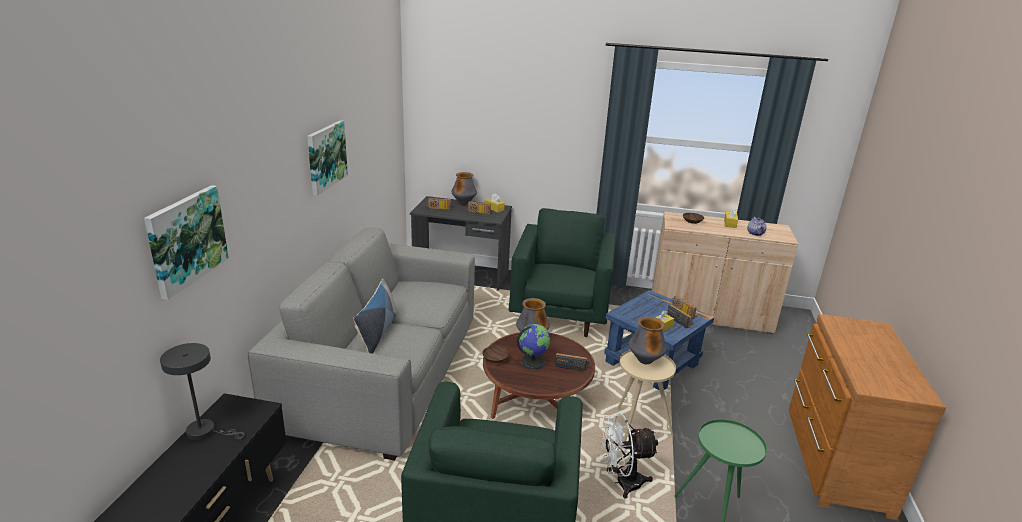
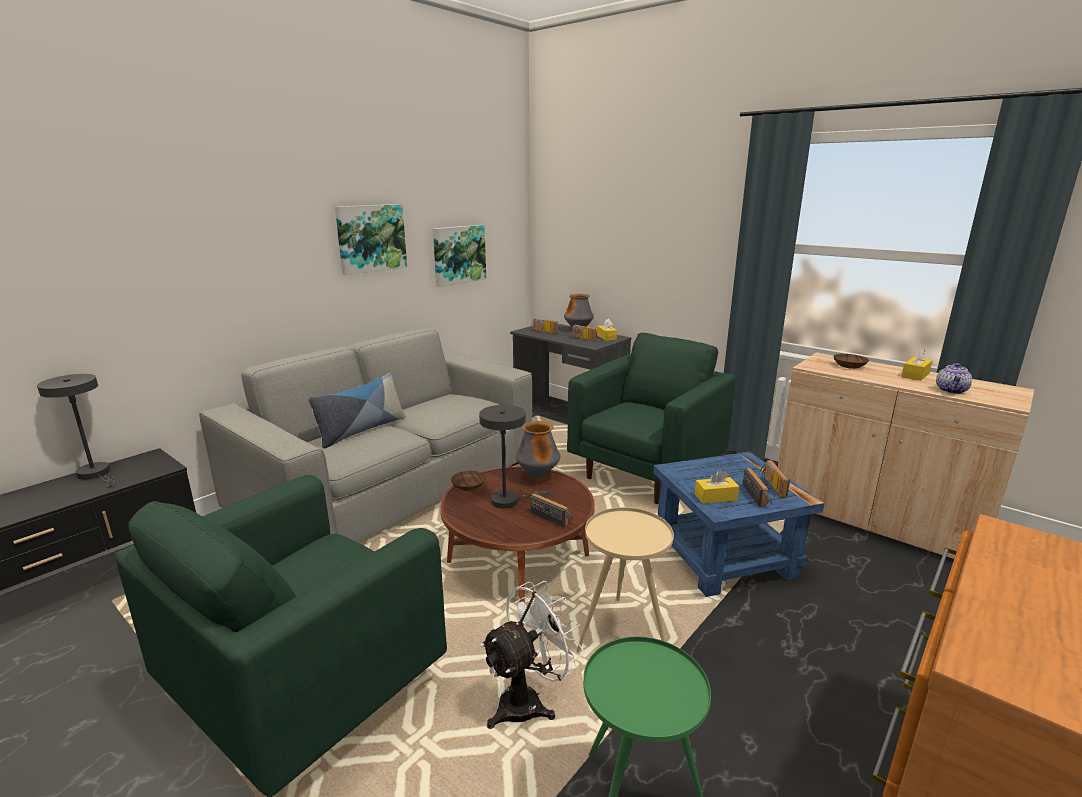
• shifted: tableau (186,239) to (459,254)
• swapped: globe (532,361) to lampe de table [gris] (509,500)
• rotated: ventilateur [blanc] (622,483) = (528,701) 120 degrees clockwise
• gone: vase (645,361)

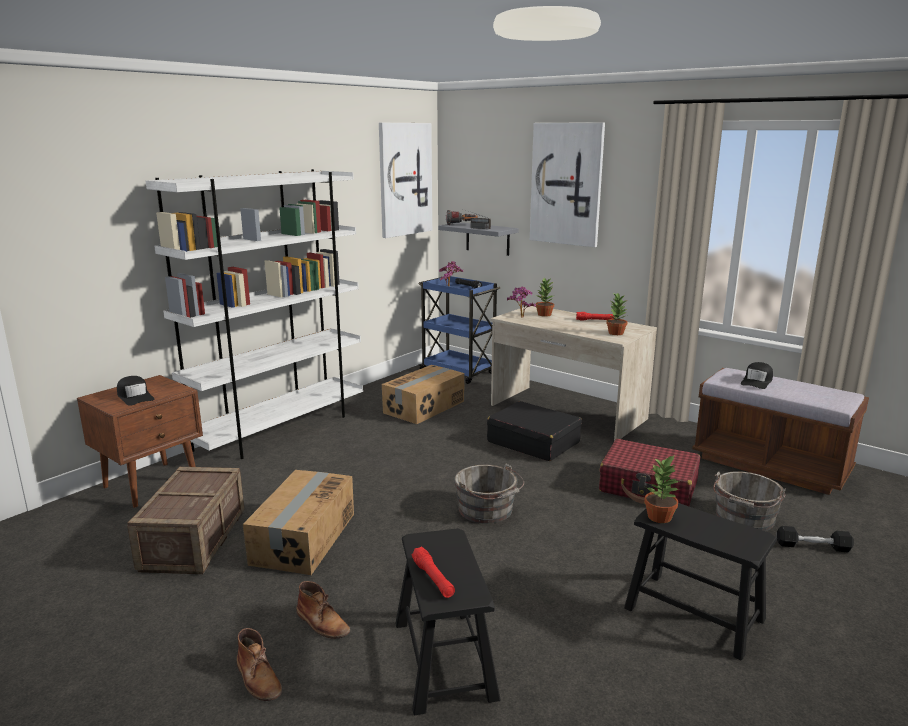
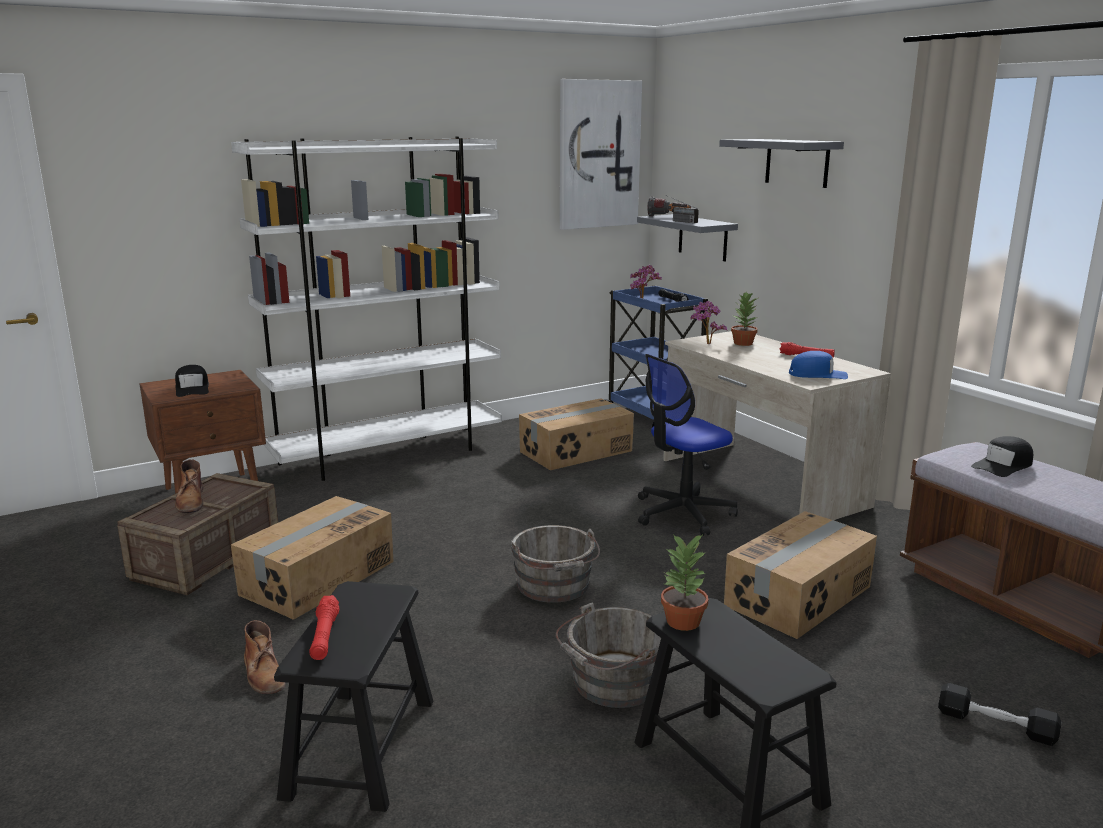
• shifted: botte [marron] (258,678) to (191,501)
• swapped: valise [noir] (533,442) to chaise de bureau (682,513)
• swapped: tableau (566,184) to étagère [gris] (797,162)
• swapped: valise [rouge] (648,487) to carton (799,596)
• swapped: plante en pot (615,333) to casquette [bleu] (817,375)
• shifted: seau [gris] (744,519) to (612,683)

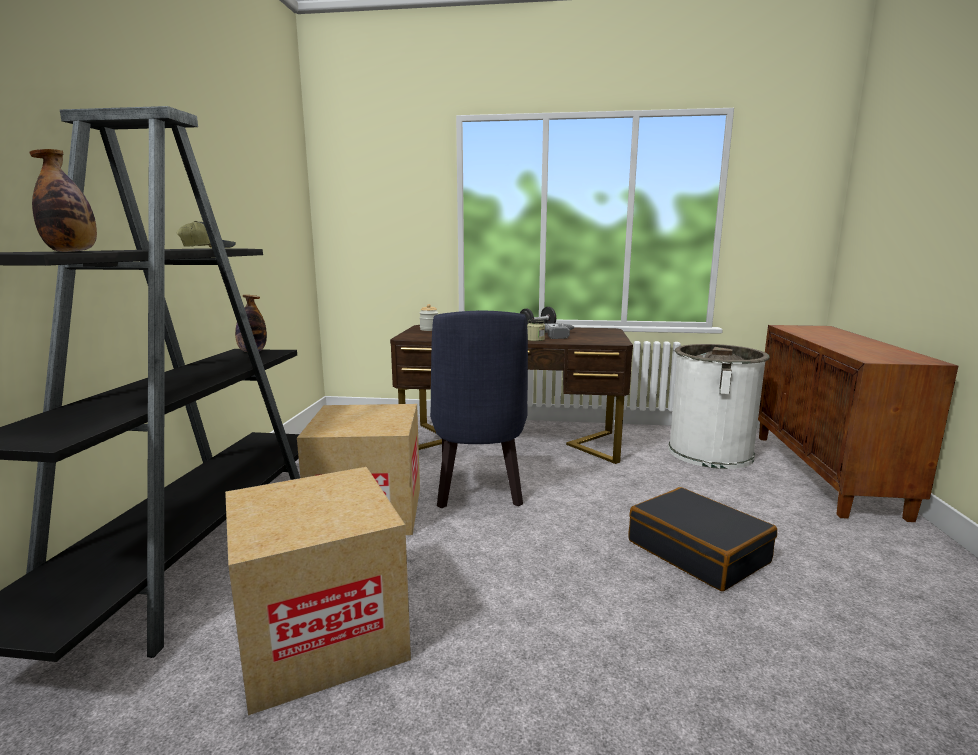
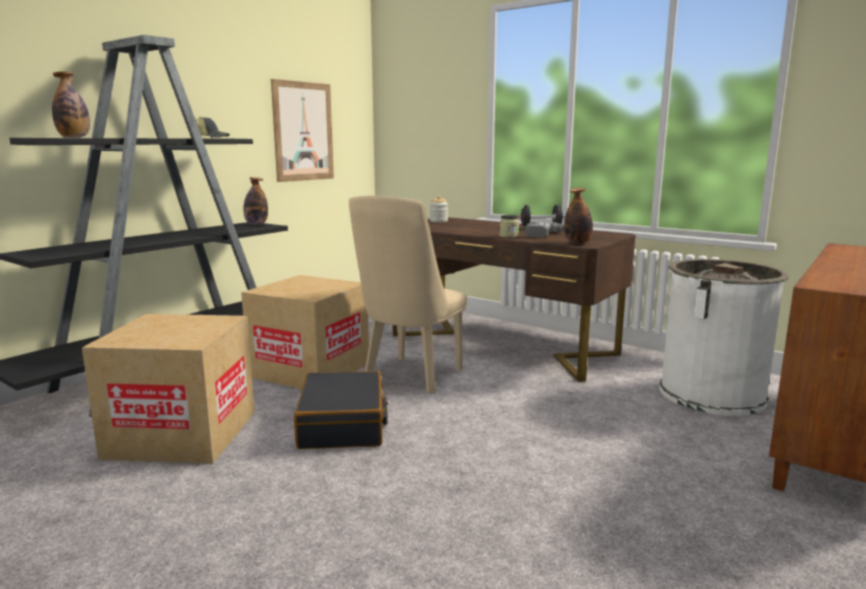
• repainted: chaise [bleu] (479,494) to chaise [beige] (410,377)
• shifted: valise [noir] (698,551) to (343,425)
• new: tableau (303,131)
• new: bouteille (577,243)

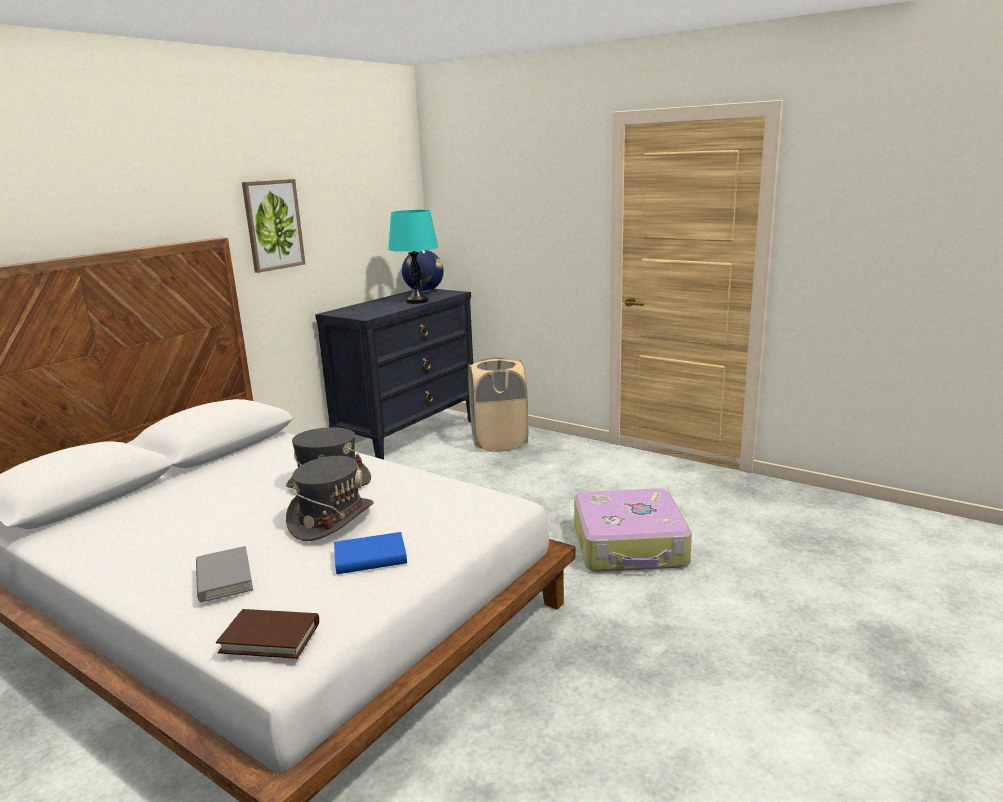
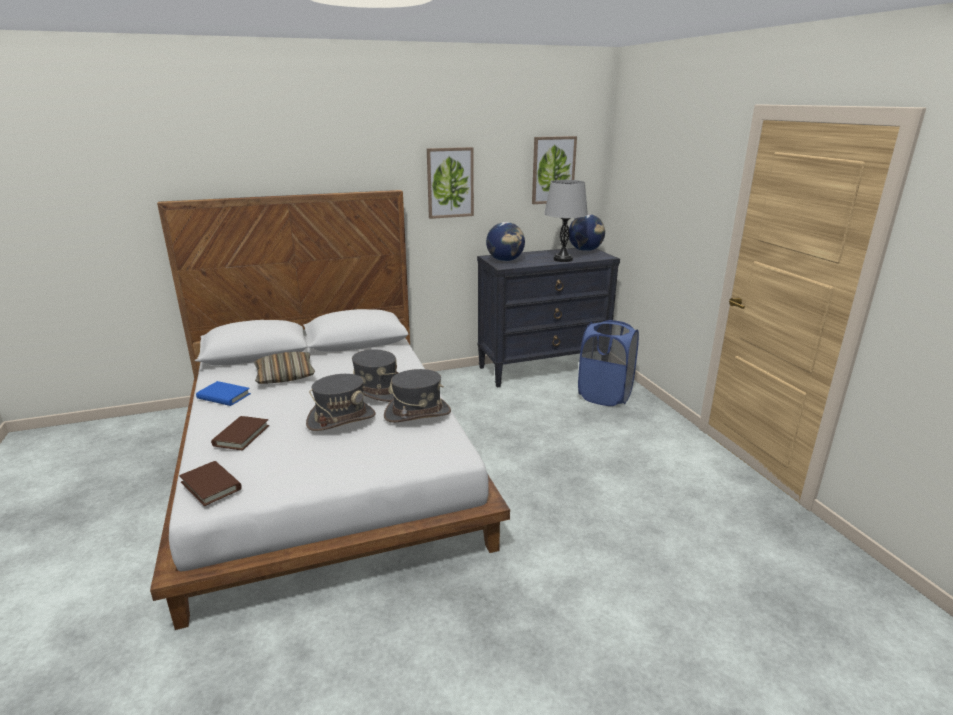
• repainted: livre [gris] (224,578) to livre [marron] (241,435)
• shifted: livre [bleu] (370,557) to (224,396)
• repainted: lampe de table [turquoise] (417,301) to lampe de table [gris] (563,259)
• repainted: panier à linge [beige] (499,442) to panier à linge [bleu] (605,395)
• gone: valise (630,546)
• new: coussin (285,376)
• new: chapeau [gris] (417,413)
• new: globe (505,260)
• new: tableau (553,170)

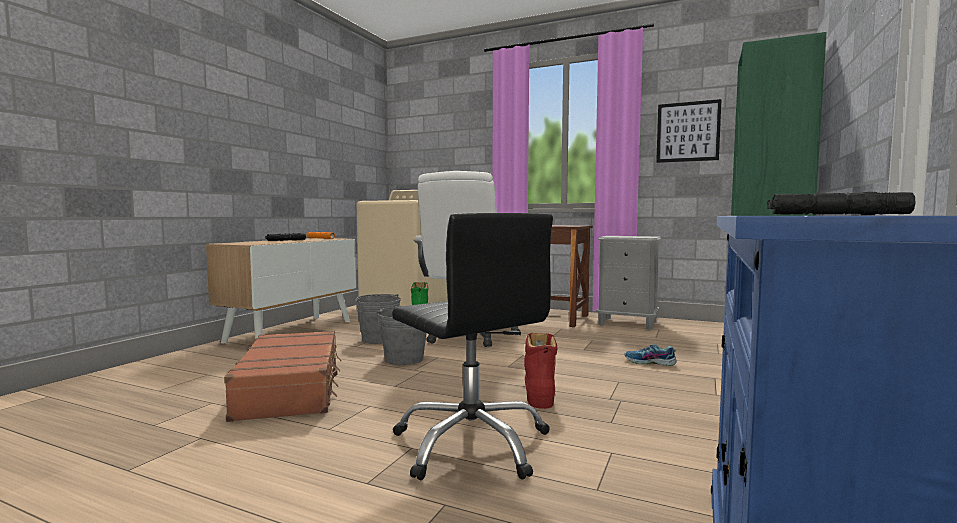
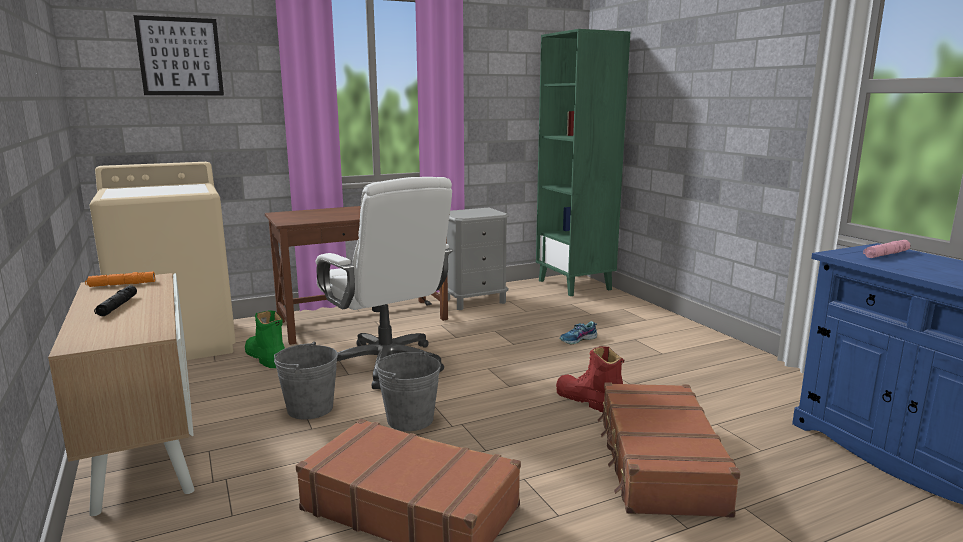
• swapped: chaise de bureau [noir] (472,444) to valise [marron] (658,463)
• shifted: tableau (688,132) to (180,56)
• repainted: lampe de poche [noir] (836,215) to lampe de poche [rose] (886,254)

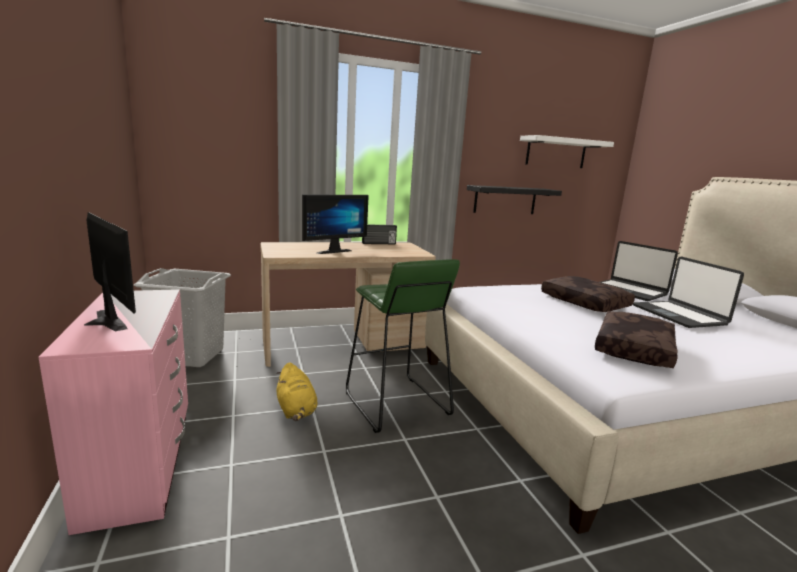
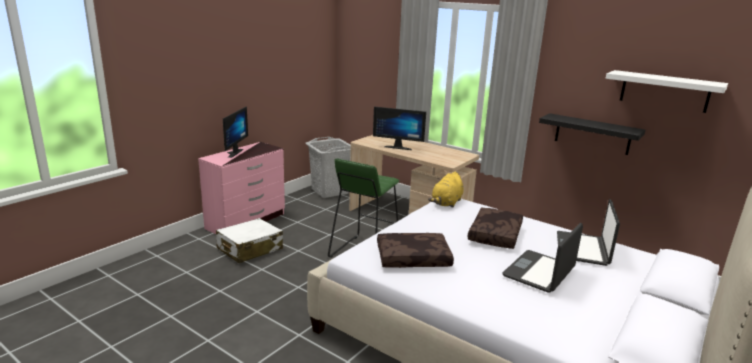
• shifted: peluche [jaune] (296,410) to (446,203)
• gone: radio (379,243)
• new: valise [blanc] (249,249)

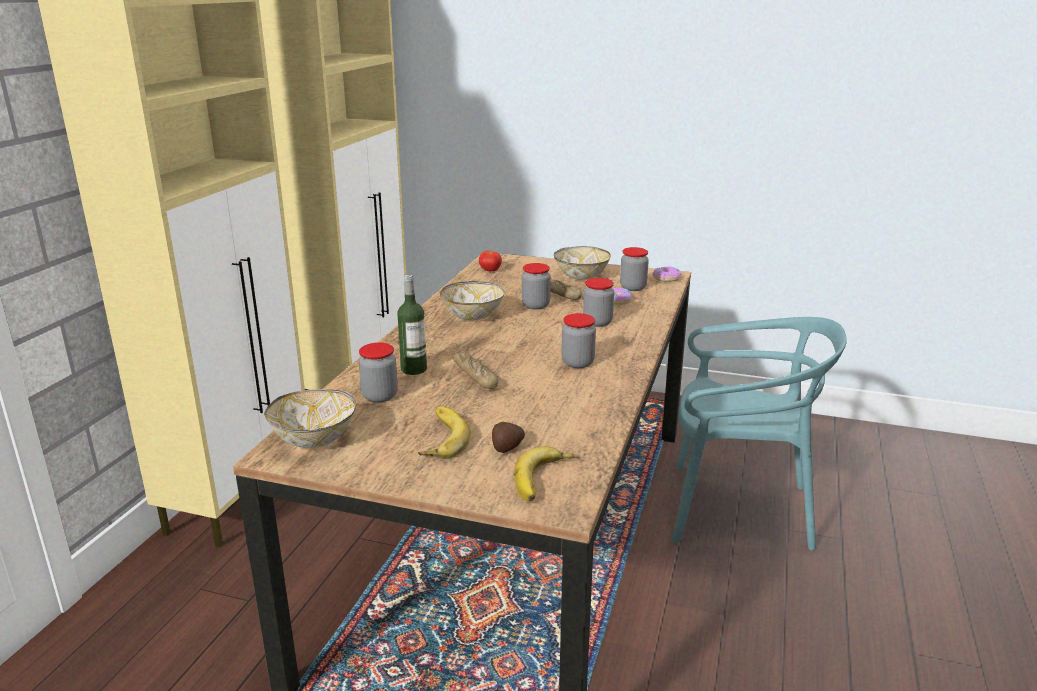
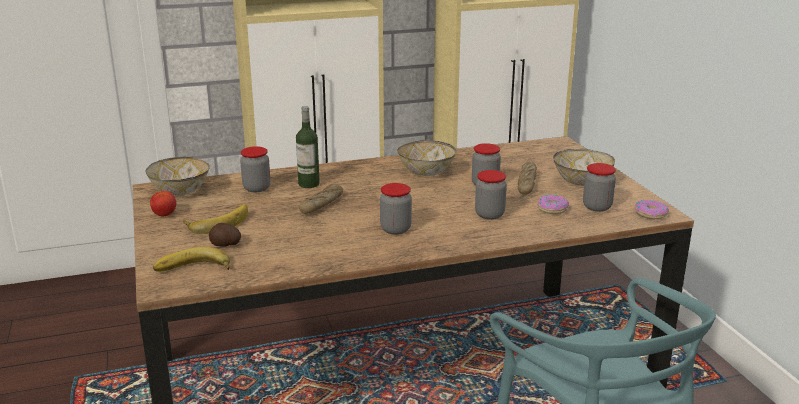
• shifted: tomate (490,270) to (164,214)

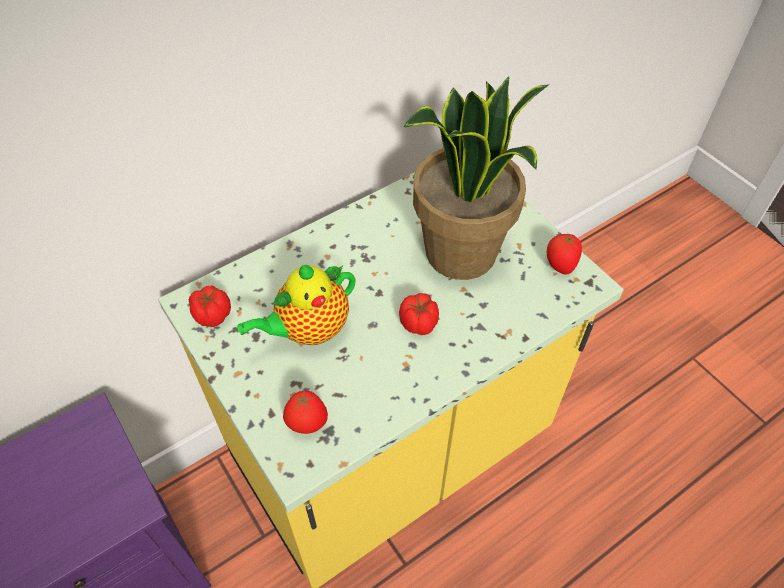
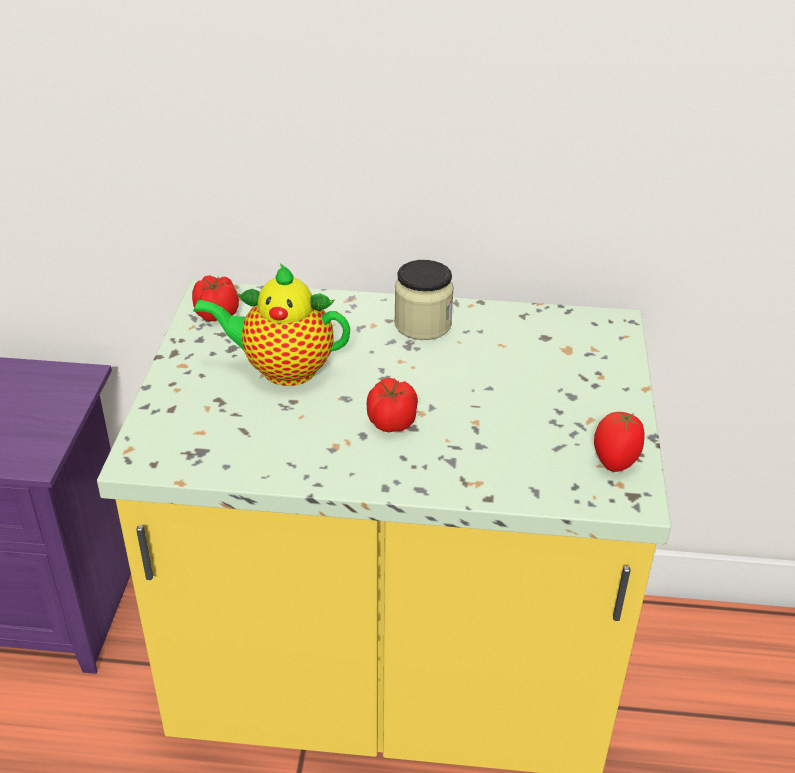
• gone: tomate (307,424)
• gone: plante en pot (461,254)
• new: bocal (422,324)

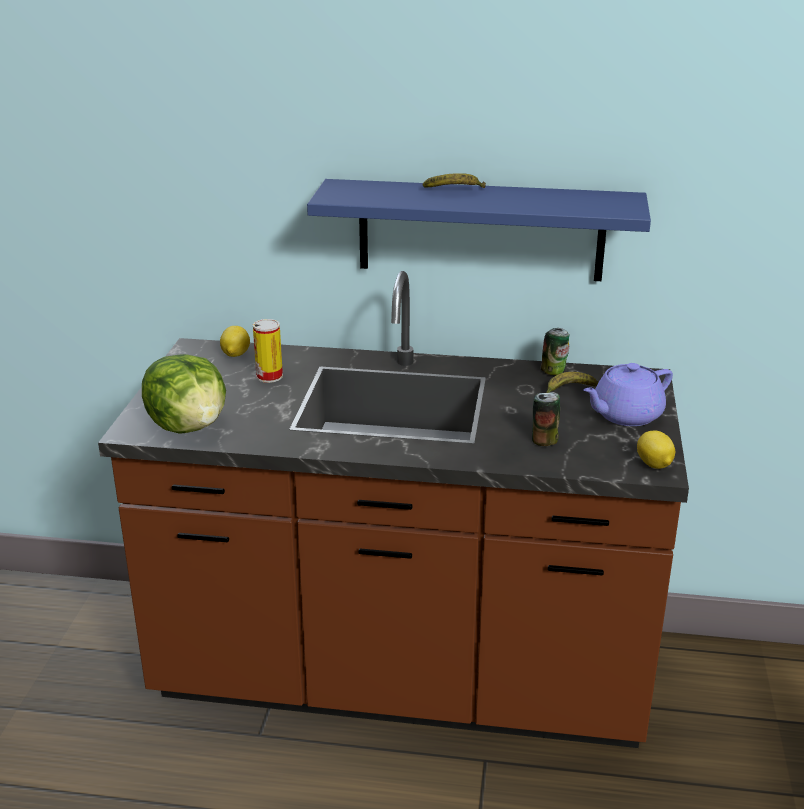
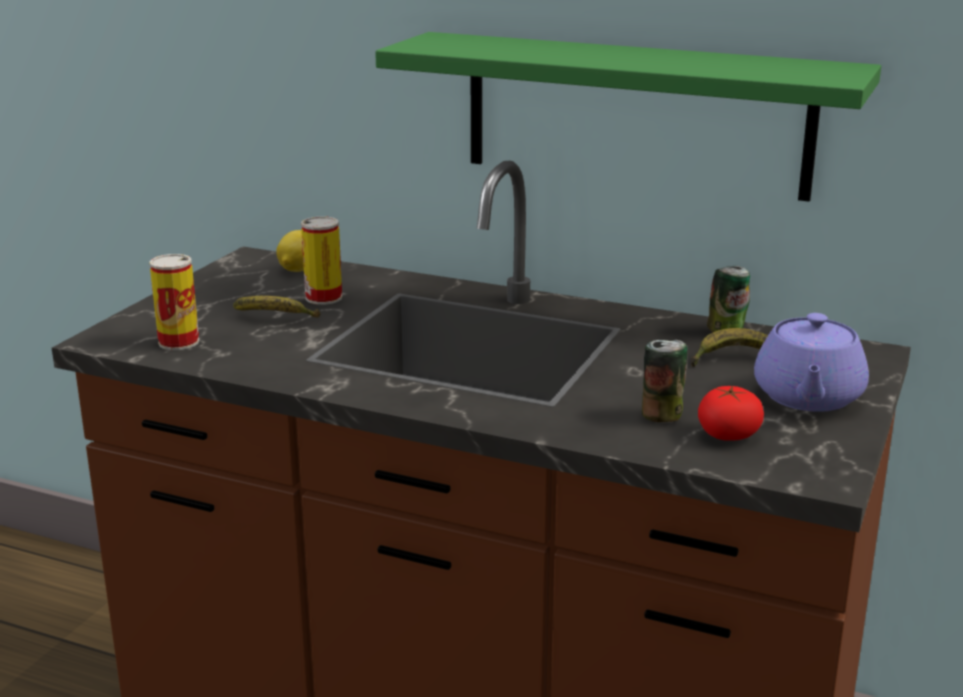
• swapped: laitue (189,426) to boîte métallique (179,342)
• repainted: étagère [bleu] (480,230) to étagère [vert] (636,115)
• shifted: banane (455,191) to (275,319)
• rotated: théière [violet] (625,415) = (807,397) 60 degrees counterclockwise
• gone: citron (654,465)
• new: tomate (728,435)

